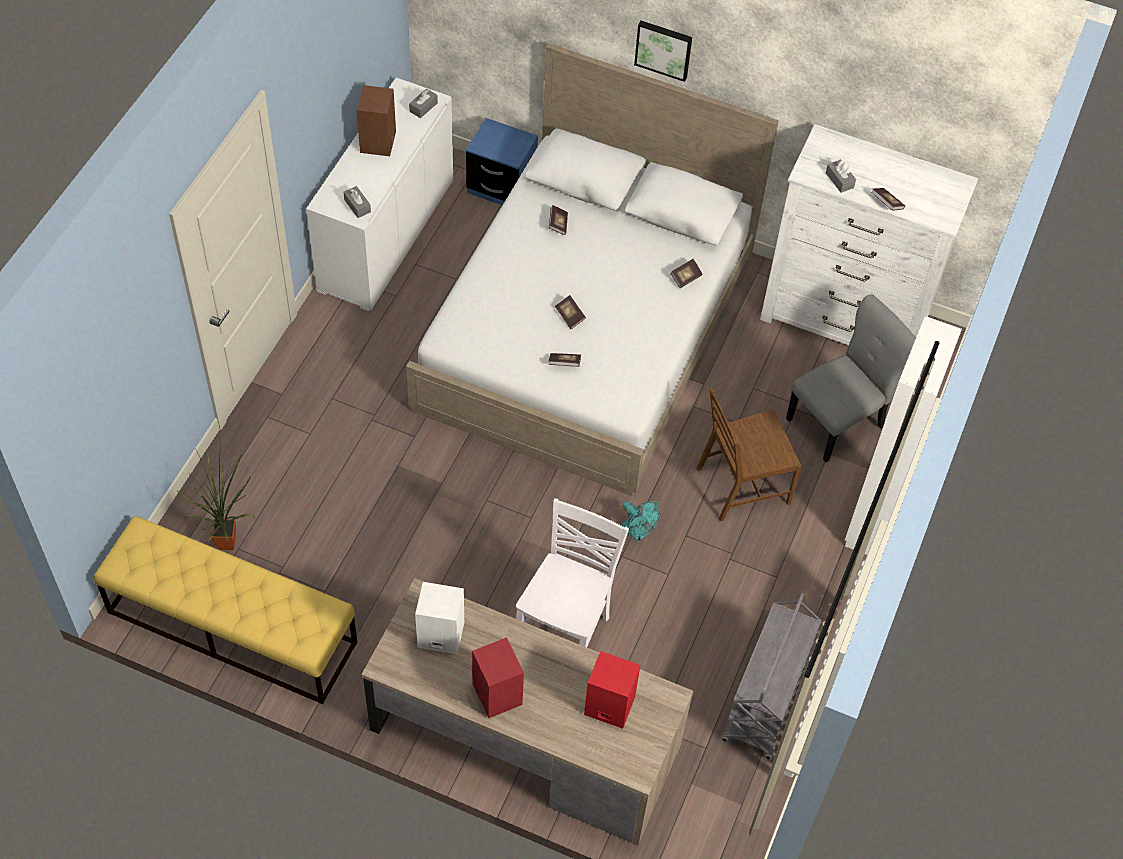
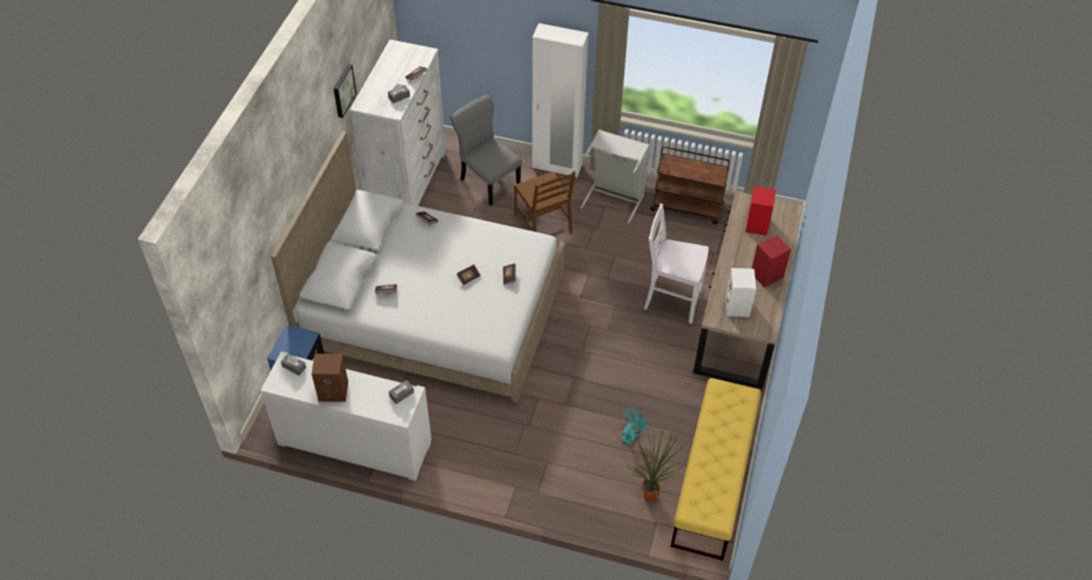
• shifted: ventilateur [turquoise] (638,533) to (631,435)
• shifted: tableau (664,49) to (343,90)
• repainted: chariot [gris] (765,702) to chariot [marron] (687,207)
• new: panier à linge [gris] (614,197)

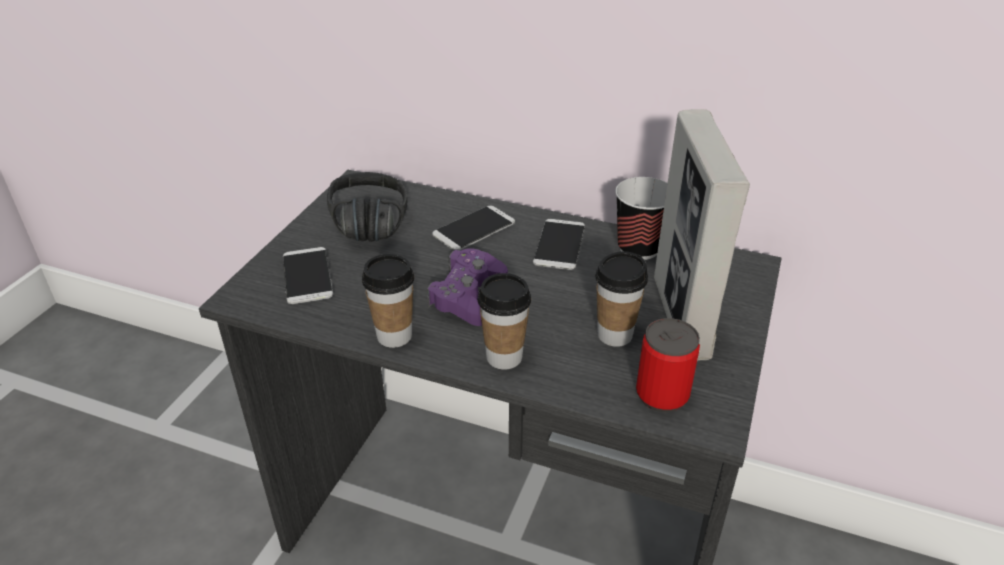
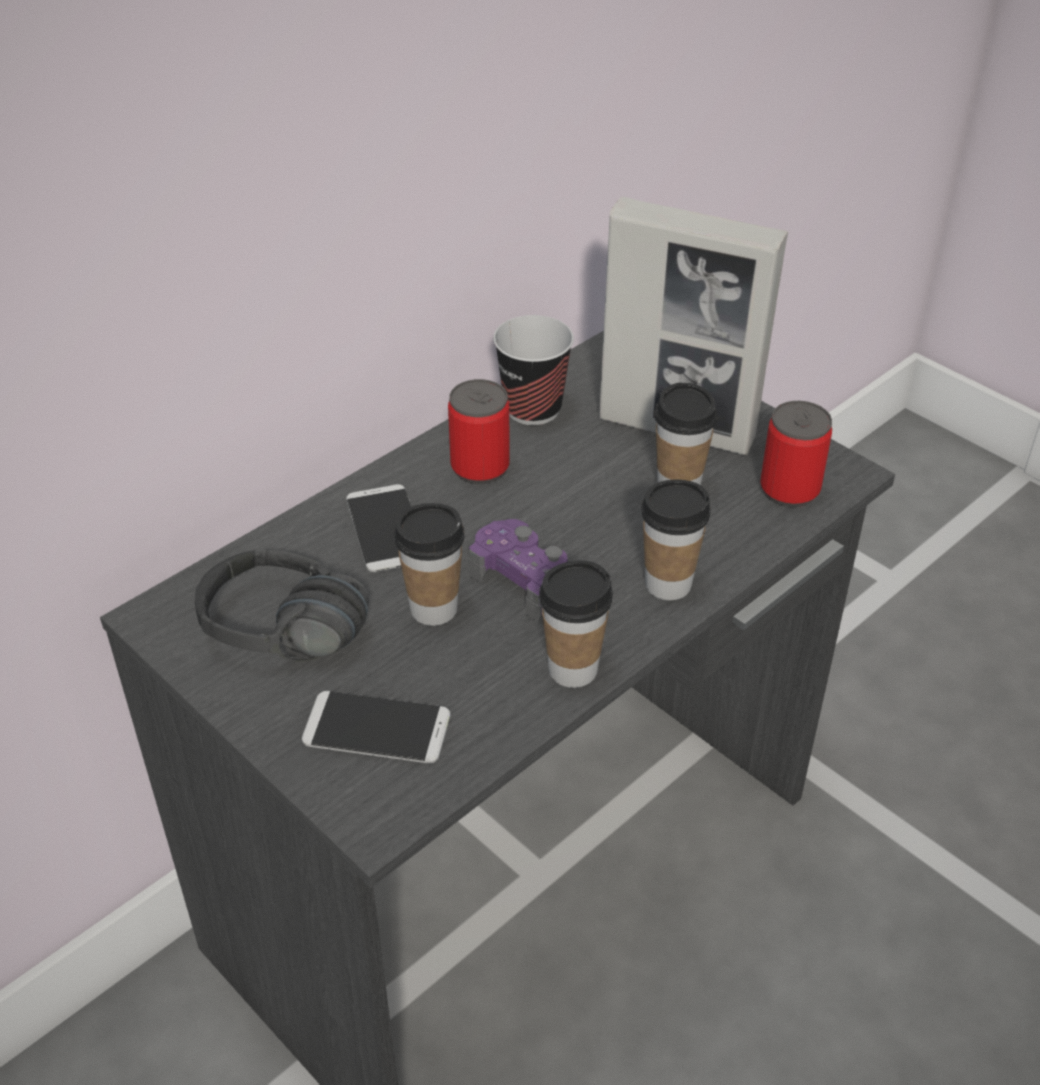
• swapped: téléphone (559,245) to boîte métallique (480,467)
• new: tasse (433,609)

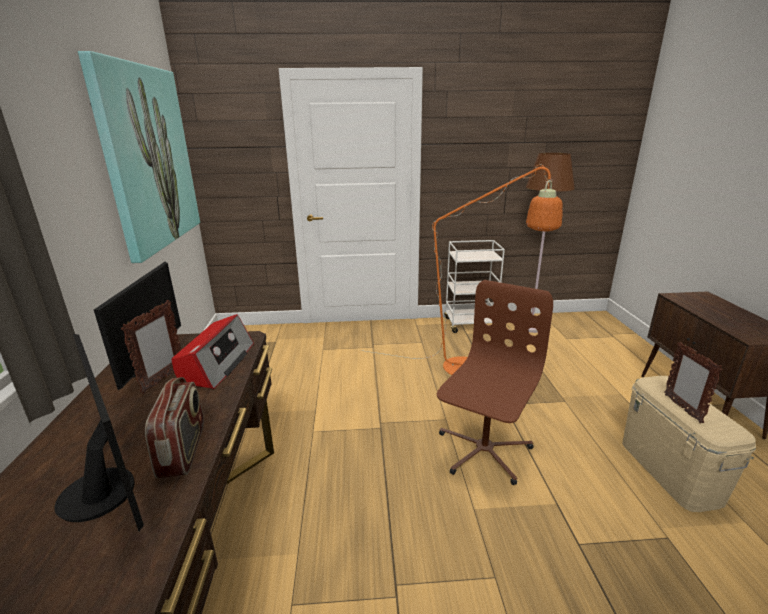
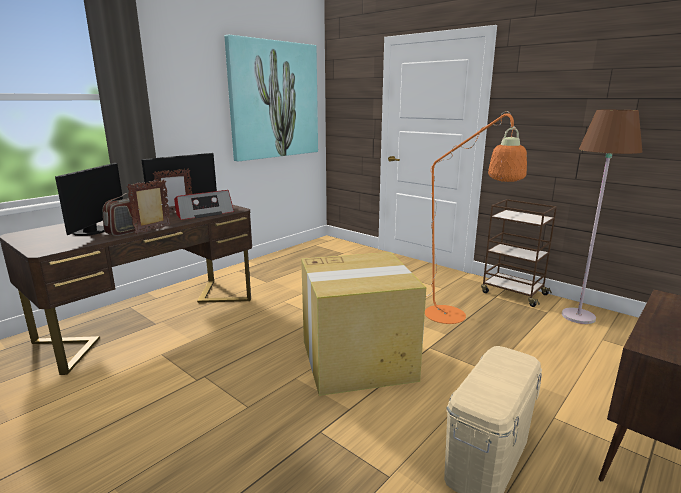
• swapped: chaise de bureau [marron] (483,450) to carton (359,359)
• repainted: chariot [blanc] (470,324) to chariot [marron] (513,293)
• shifted: cadre photo (682,408) to (153,230)

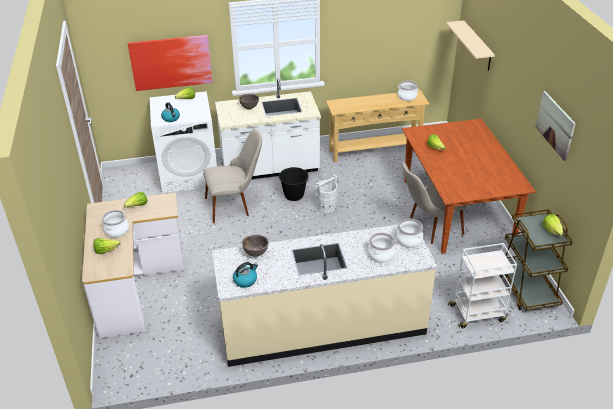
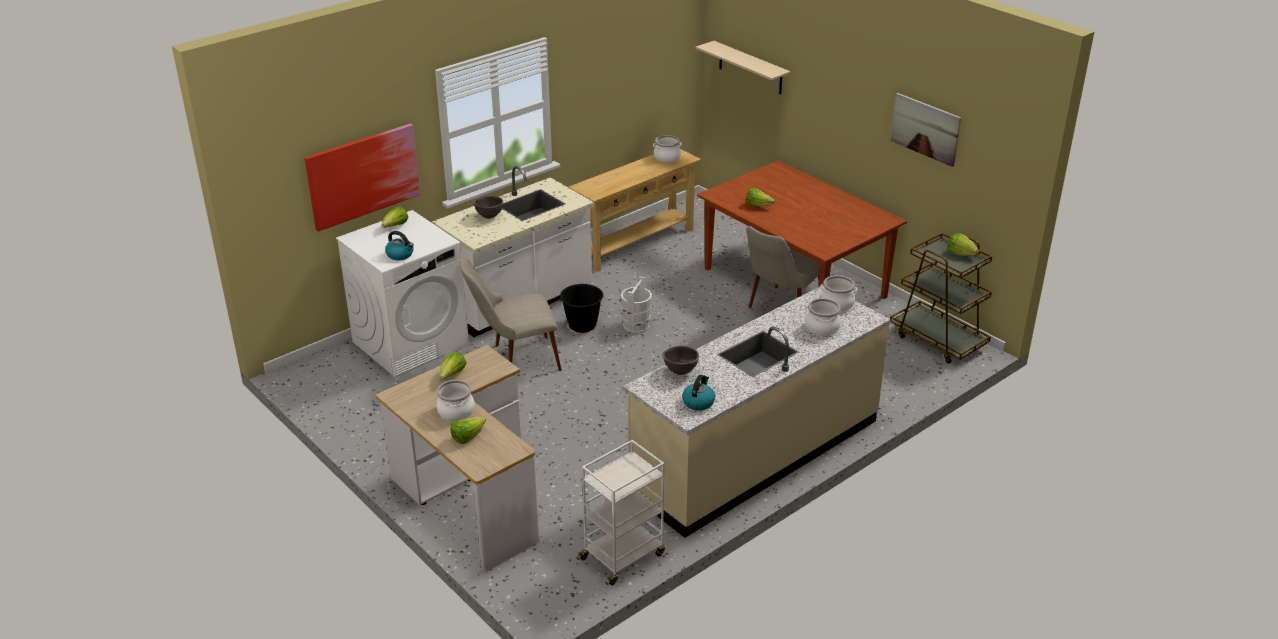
• rotated: chaise [beige] (235,205) = (514,360) 150 degrees counterclockwise
• shifted: chariot [blanc] (477,313) to (623,556)

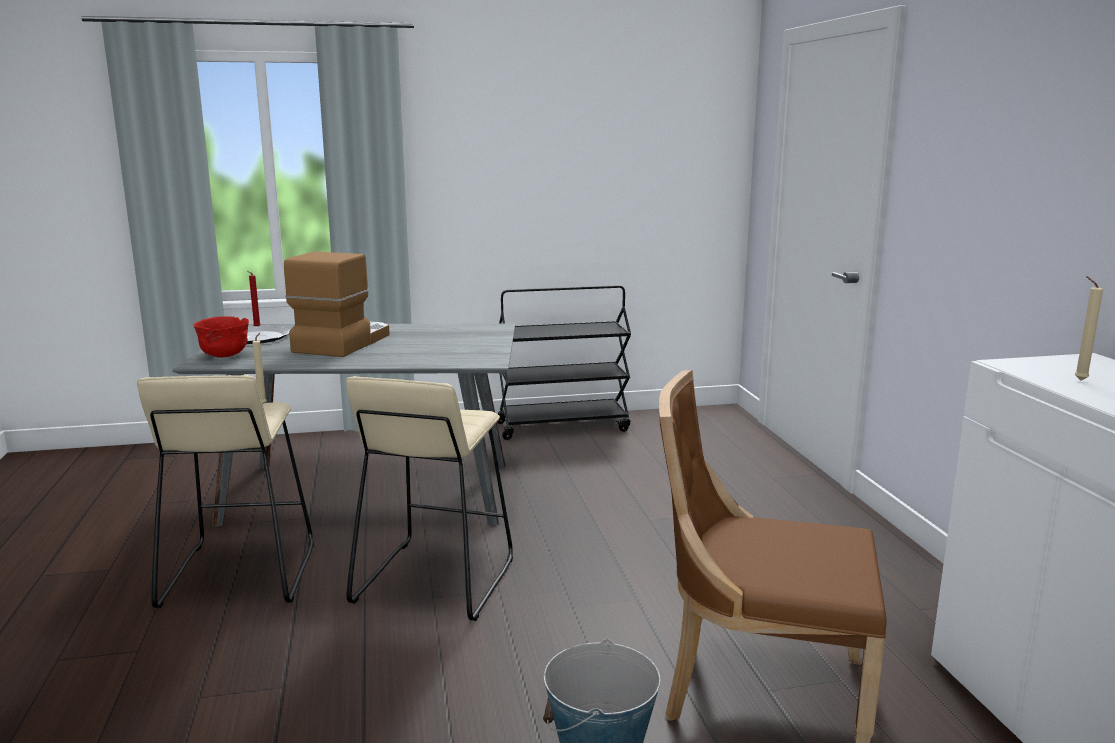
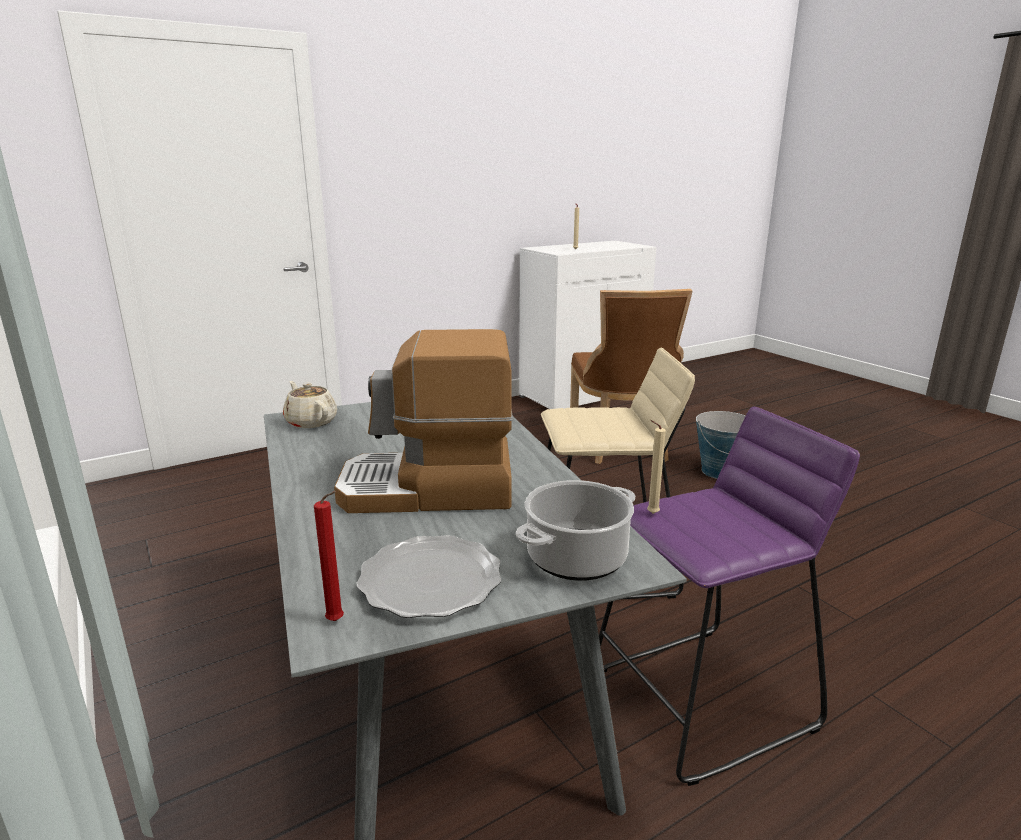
• repainted: tabouret [beige] (239,574) to tabouret [violet] (702,700)
• swapped: bol [rouge] (225,356) to marmite (576,559)
• gone: chariot [noir] (563,426)
• new: théière [beige] (311,421)

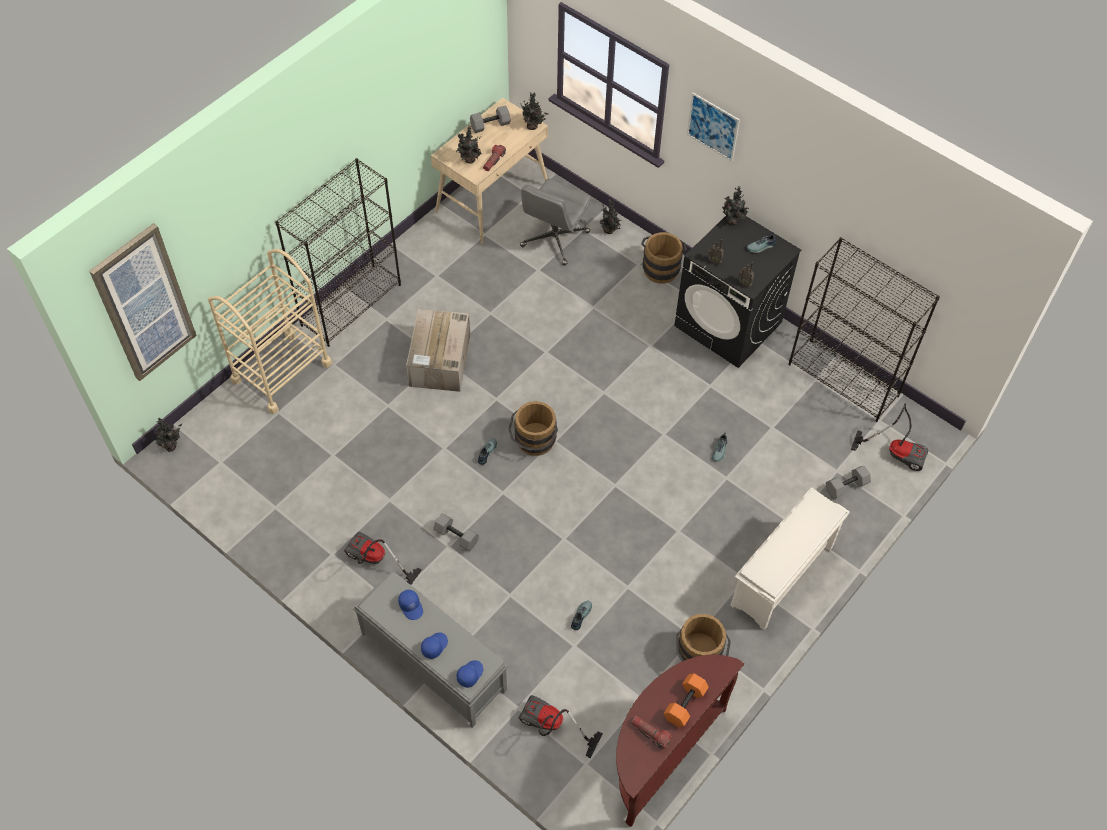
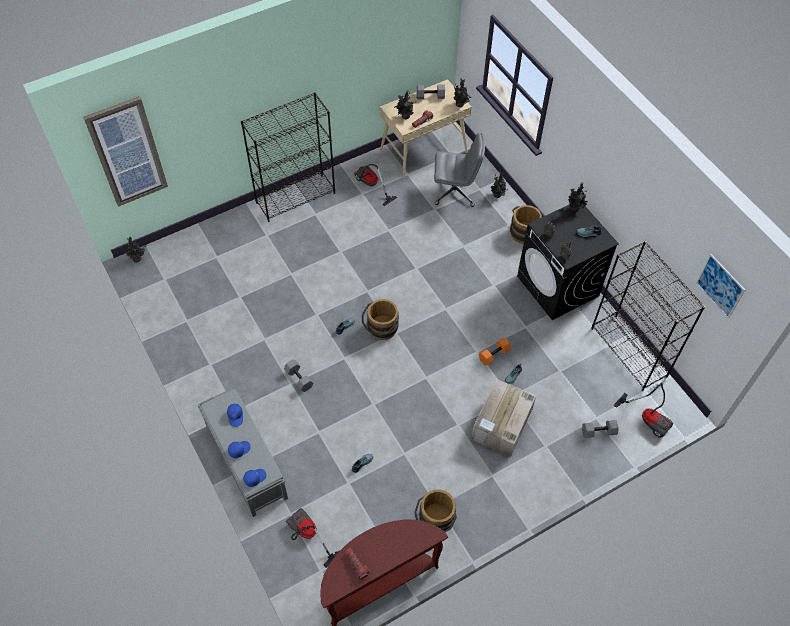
• gone: chariot [beige] (281,372)
• shifted: aspirateur (375,562) to (370,186)
• shifted: carton (440,361) to (501,425)
• rotated: chaise de bureau [gris] (554,240) = (455,191) 135 degrees counterclockwise
• shifted: haltère [orange] (684,703) to (494,354)
• shifted: tableau (713,126) to (720,286)
• gone: étagère à chaussures [blanc] (782,577)

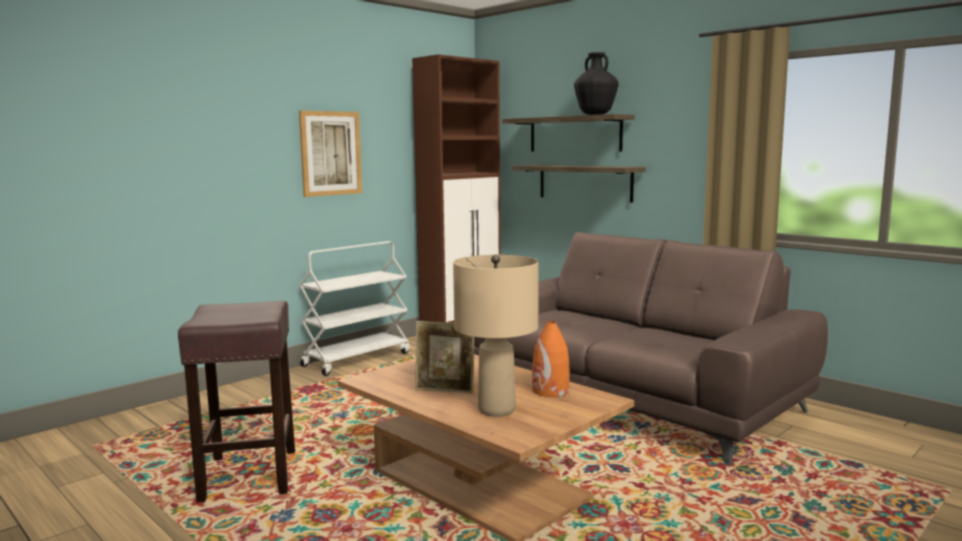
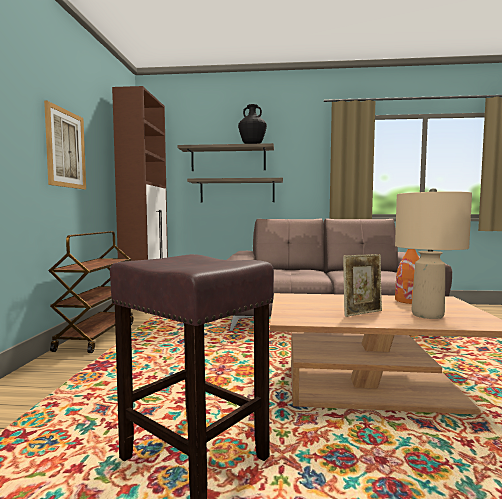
• repainted: chariot [blanc] (357,359) to chariot [marron] (96,336)

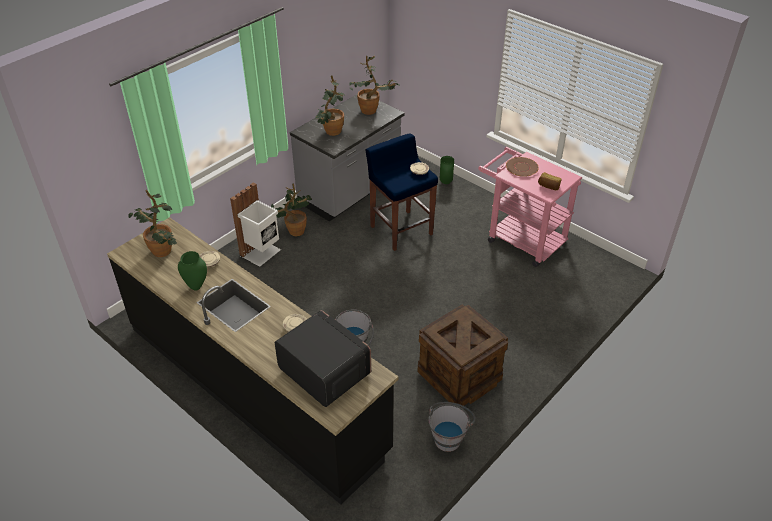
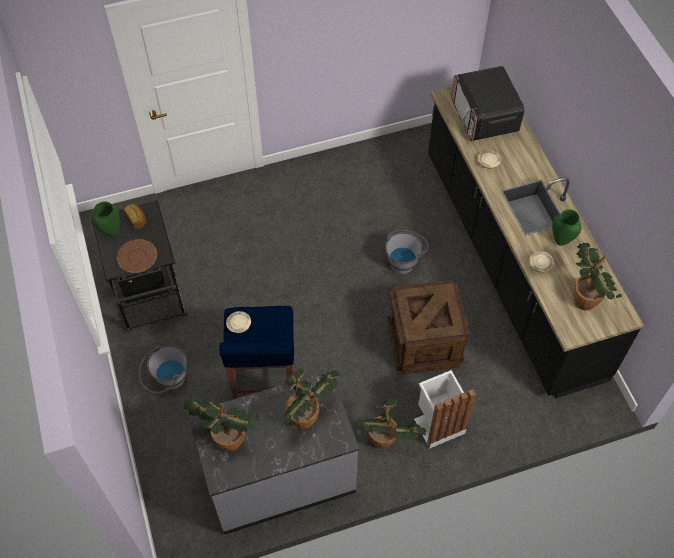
• shifted: caisse (460,375) to (424,341)
• shifted: seau [gris] (449,435) to (167,381)
• shifted: vase [vert] (446,182) to (111,232)
• repainted: chariot [rose] (520,238) to chariot [noir] (152,302)

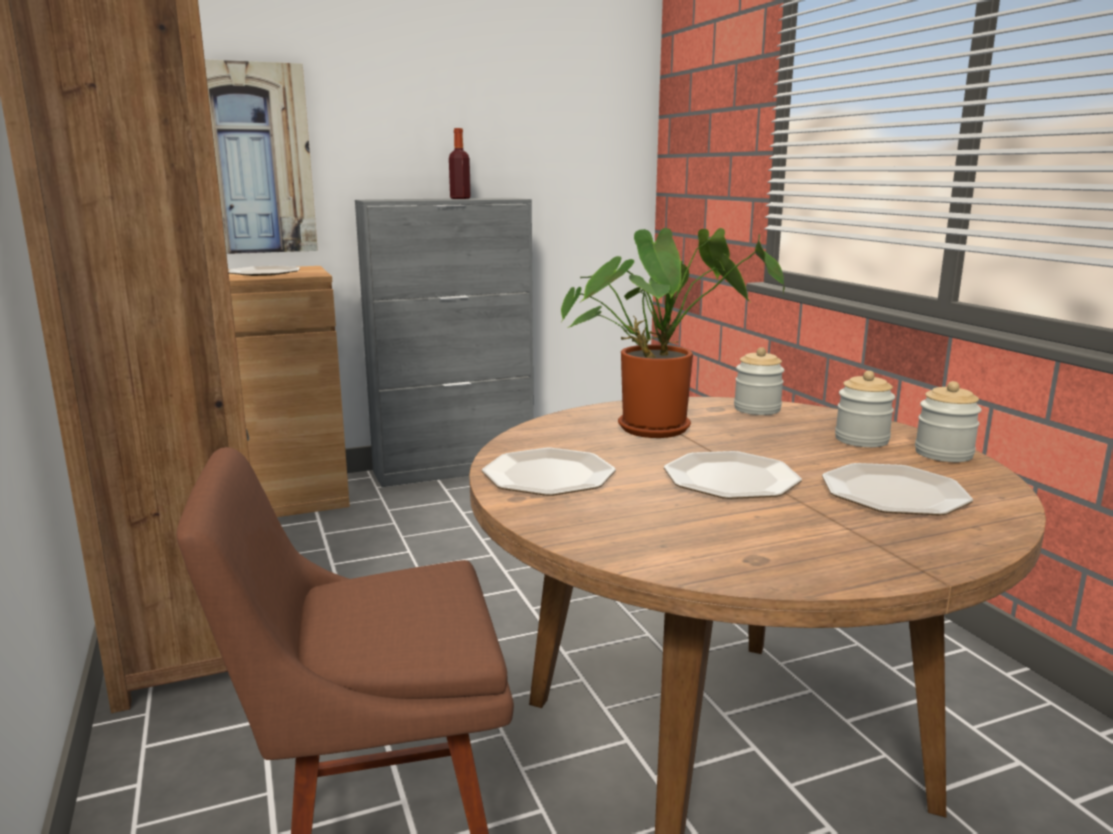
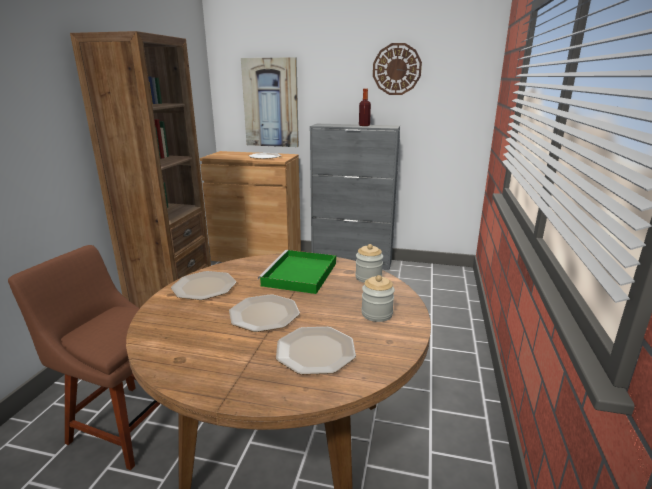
• swapped: plante en pot (659,427) to plateau [vert] (300,275)
• gone: bocal (943,454)
• new: horloge murale (396,69)

